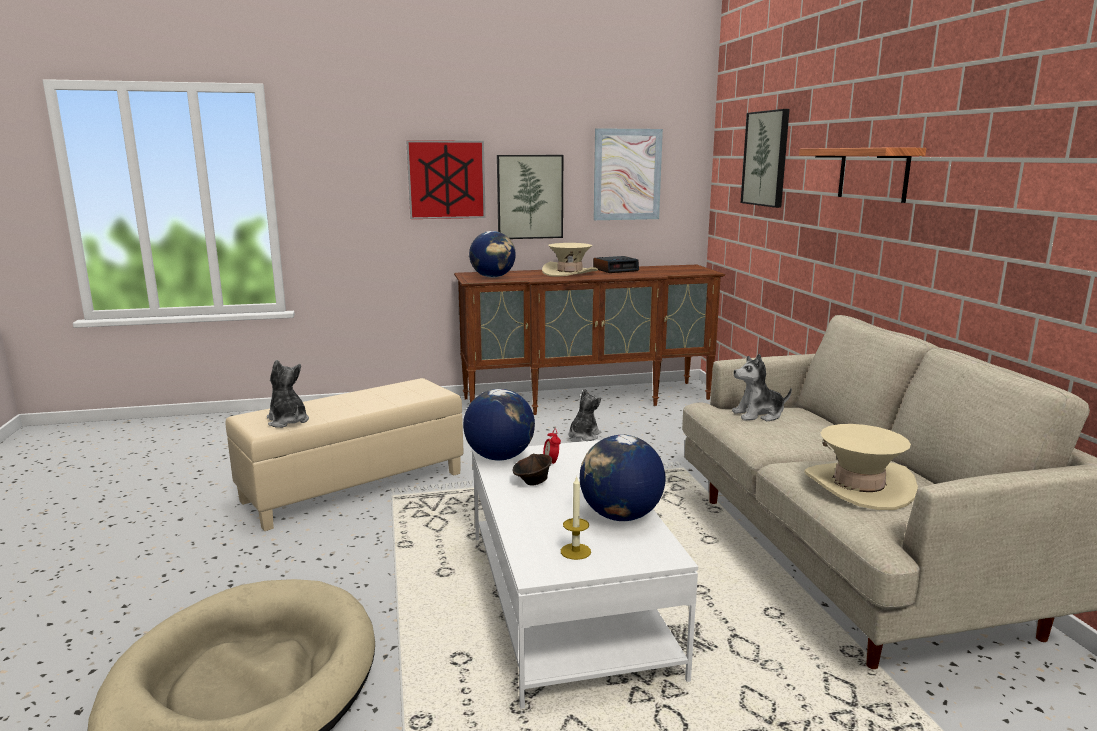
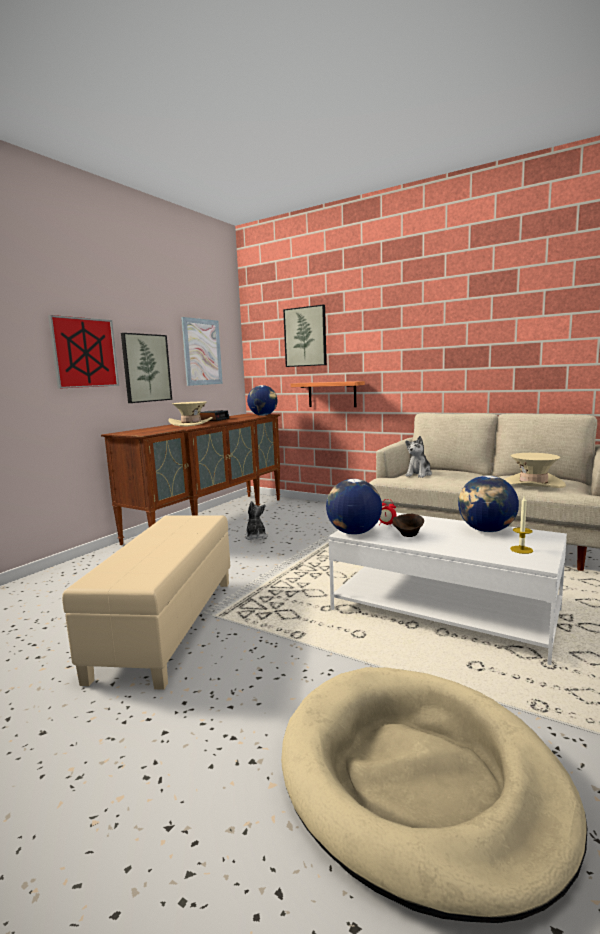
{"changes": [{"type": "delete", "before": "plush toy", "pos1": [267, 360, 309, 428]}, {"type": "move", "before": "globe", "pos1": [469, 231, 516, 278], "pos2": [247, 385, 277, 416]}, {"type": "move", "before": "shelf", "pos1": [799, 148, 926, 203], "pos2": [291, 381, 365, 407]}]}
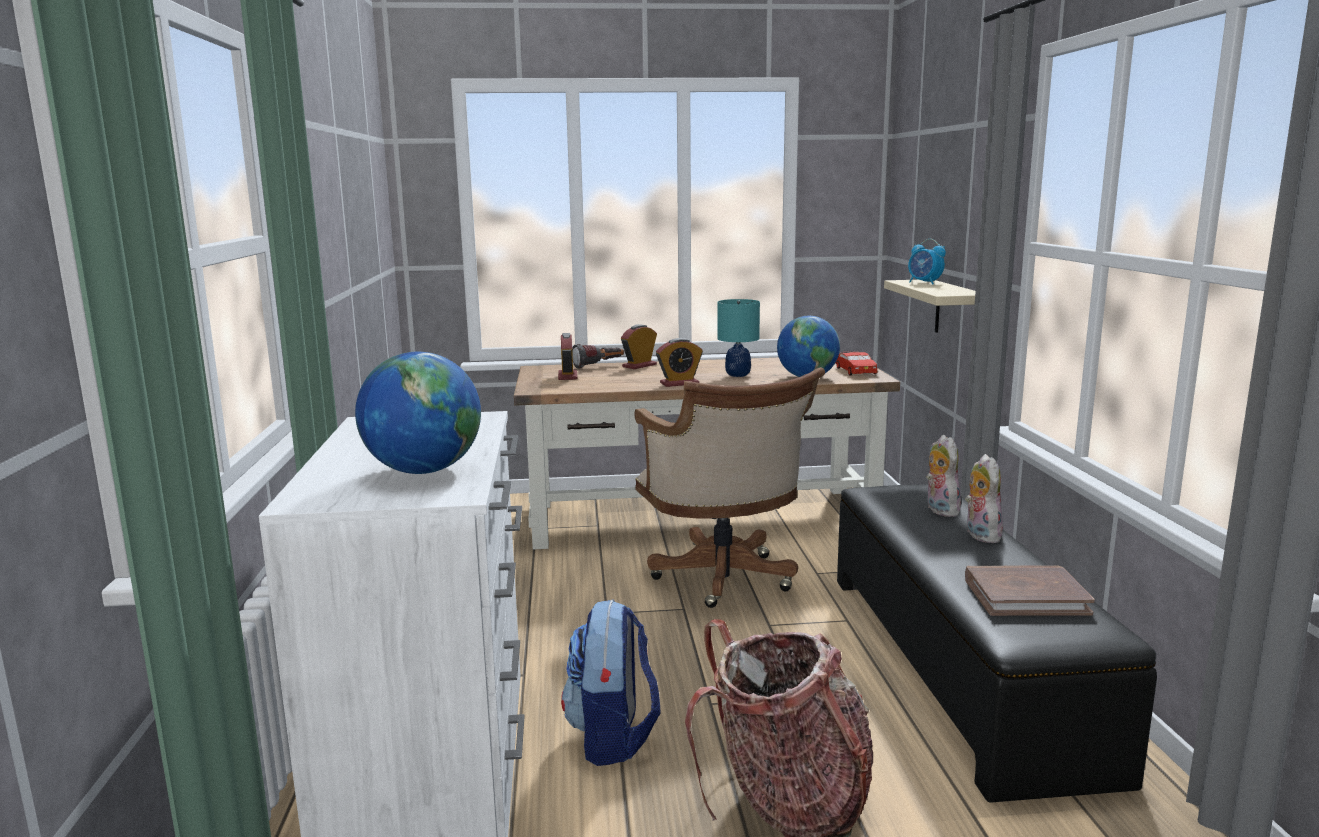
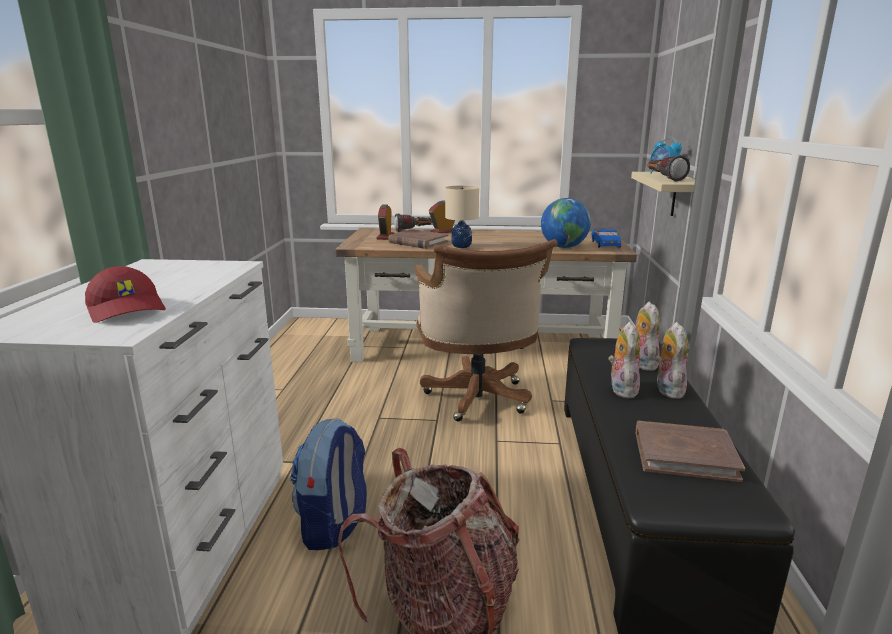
{"changes": [{"type": "replace", "before": "globe", "after": "cap (red)", "pos1": [355, 352, 481, 474], "pos2": [85, 266, 166, 323]}, {"type": "replace", "before": "alarm clock", "after": "table lamp (beige)", "pos1": [656, 338, 703, 387], "pos2": [445, 185, 479, 248]}, {"type": "delete", "before": "table lamp (turquoise)", "pos1": [717, 299, 760, 377]}, {"type": "recolor", "before": "toy car (red)", "after": "toy car (blue)", "pos1": [835, 352, 878, 376], "pos2": [591, 228, 621, 248]}, {"type": "insert", "after": "book (brown)", "pos2": [388, 229, 448, 249]}, {"type": "insert", "after": "plush toy", "pos2": [609, 322, 640, 399]}, {"type": "insert", "after": "flashlight", "pos2": [647, 155, 690, 182]}]}
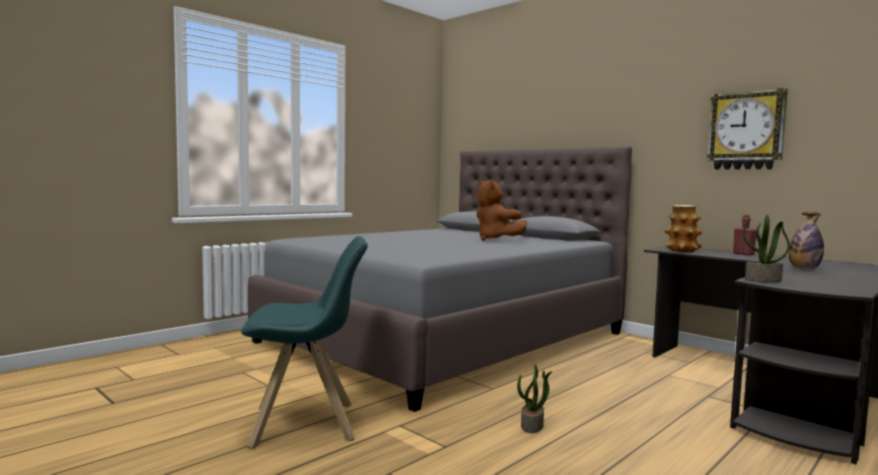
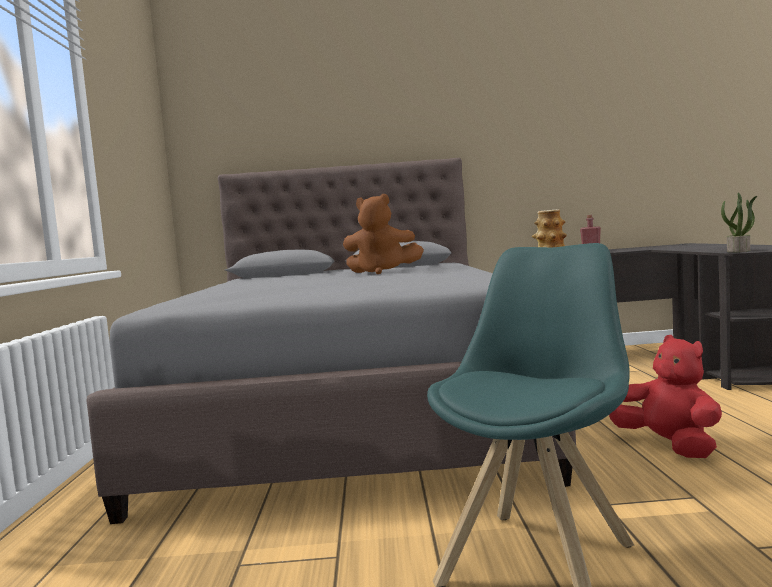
{"changes": [{"type": "replace", "before": "potted plant", "after": "plush toy (red)", "pos1": [517, 365, 553, 433], "pos2": [609, 335, 722, 458]}, {"type": "delete", "before": "wall clock", "pos1": [707, 88, 788, 169]}, {"type": "delete", "before": "bottle", "pos1": [789, 212, 824, 269]}]}
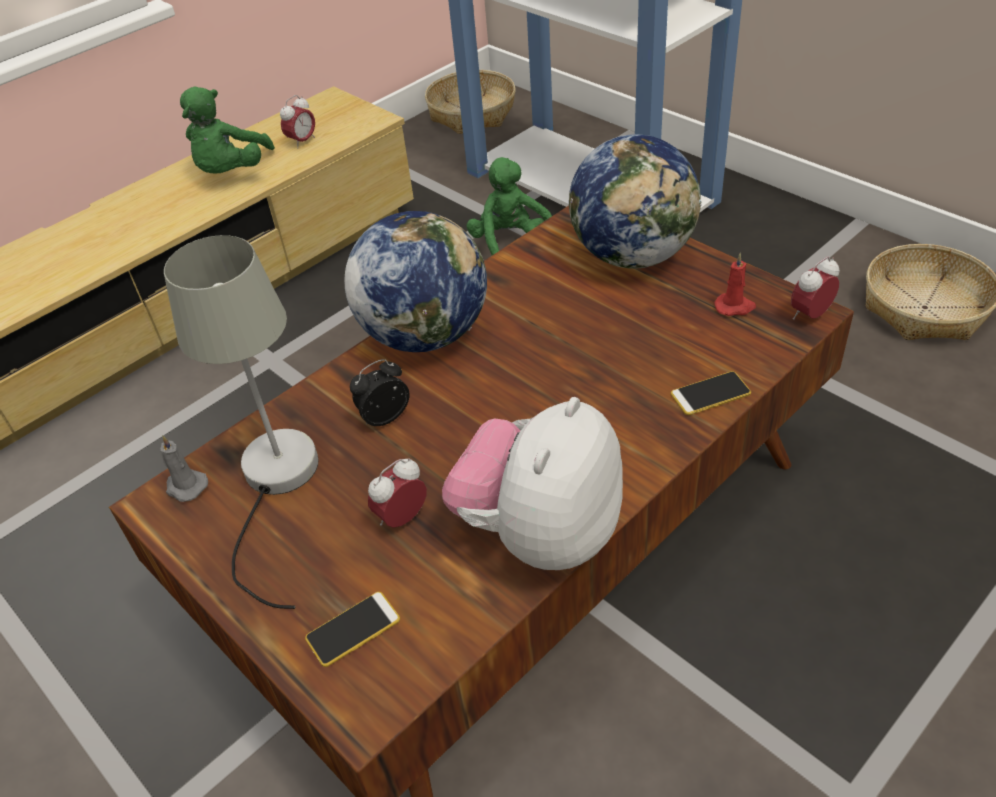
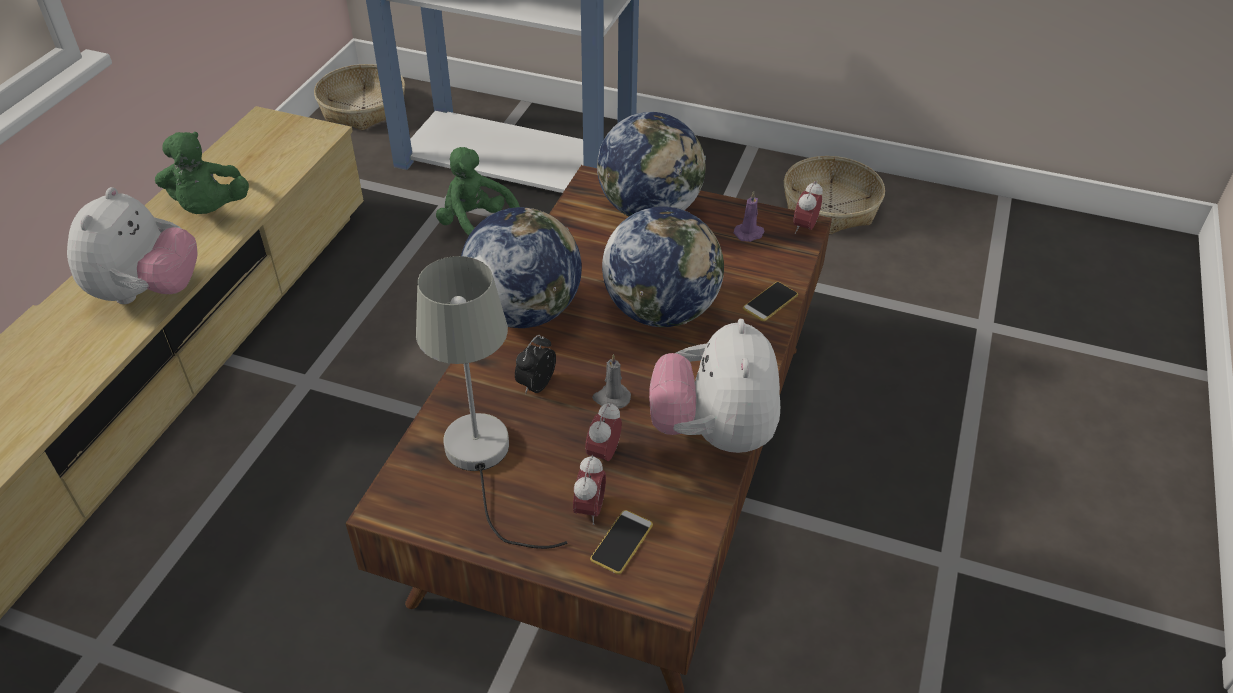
{"changes": [{"type": "move", "before": "candle (grey)", "pos1": [161, 435, 208, 502], "pos2": [592, 354, 631, 409]}, {"type": "move", "before": "alarm clock", "pos1": [280, 95, 315, 148], "pos2": [573, 455, 606, 525]}, {"type": "recolor", "before": "candle (red)", "after": "candle (purple)", "pos1": [714, 252, 756, 316], "pos2": [734, 191, 765, 242]}, {"type": "insert", "after": "plush toy", "pos2": [67, 187, 198, 304]}, {"type": "insert", "after": "globe", "pos2": [602, 207, 724, 327]}]}
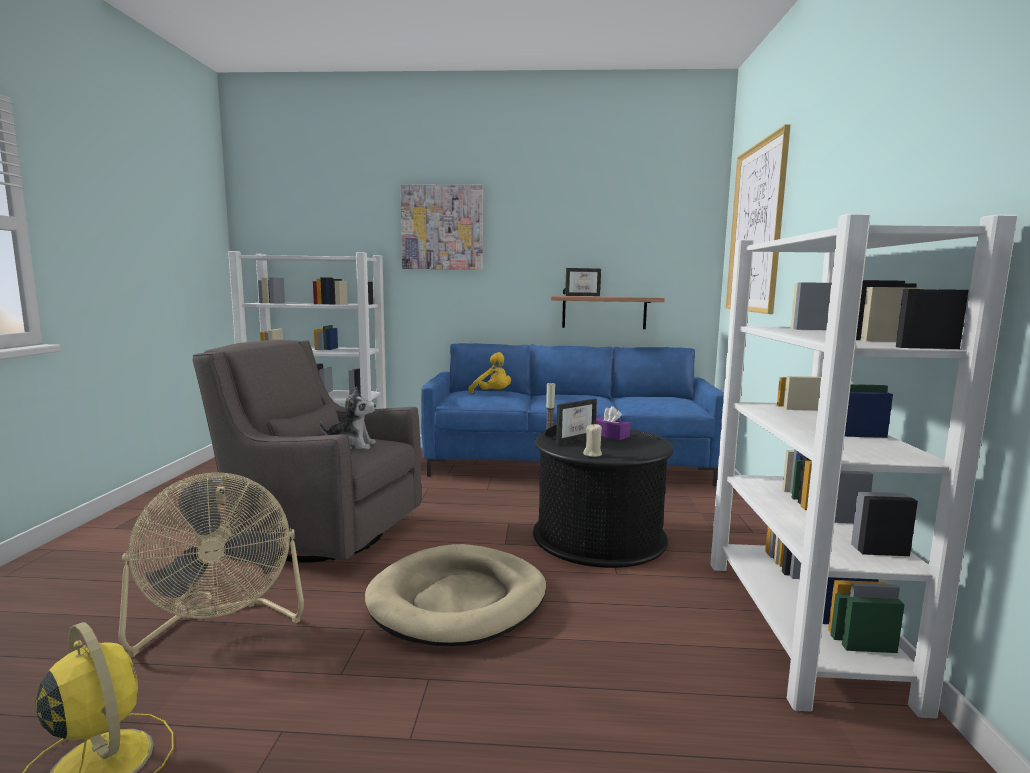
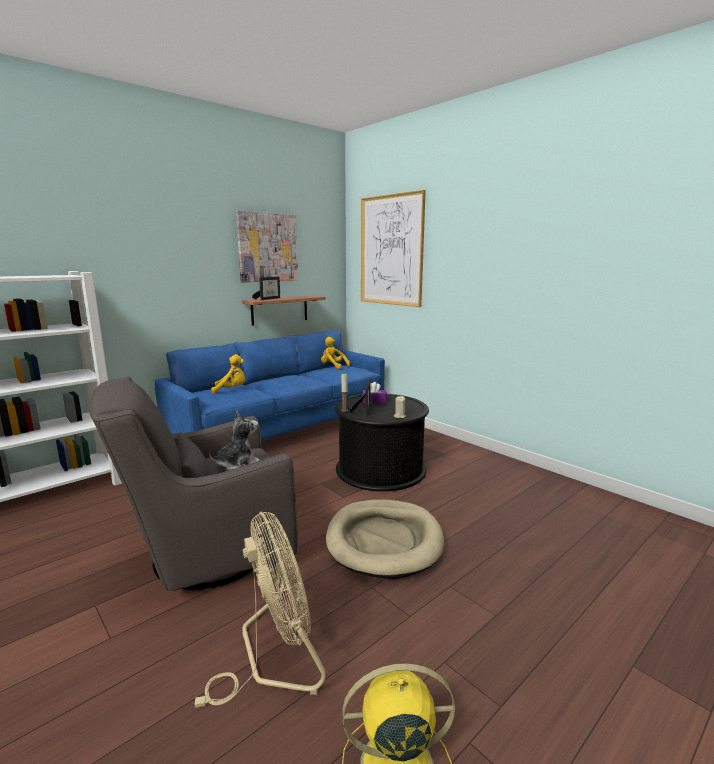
{"changes": [{"type": "rotate", "before": "fan (beige)", "pos1": [118, 473, 304, 657], "pos2": [192, 512, 326, 708], "turn": -45}, {"type": "move", "before": "picture", "pos1": [401, 184, 483, 270], "pos2": [236, 210, 298, 282]}, {"type": "delete", "before": "bookcase (white)", "pos1": [710, 213, 1018, 718]}, {"type": "insert", "after": "plush toy (yellow)", "pos2": [321, 337, 350, 369]}]}
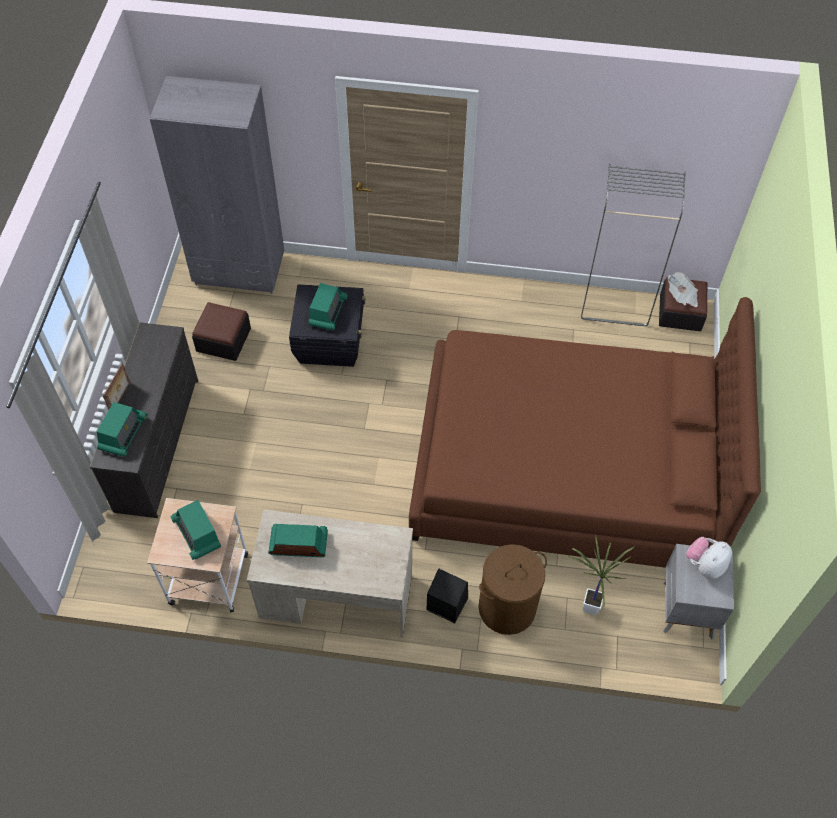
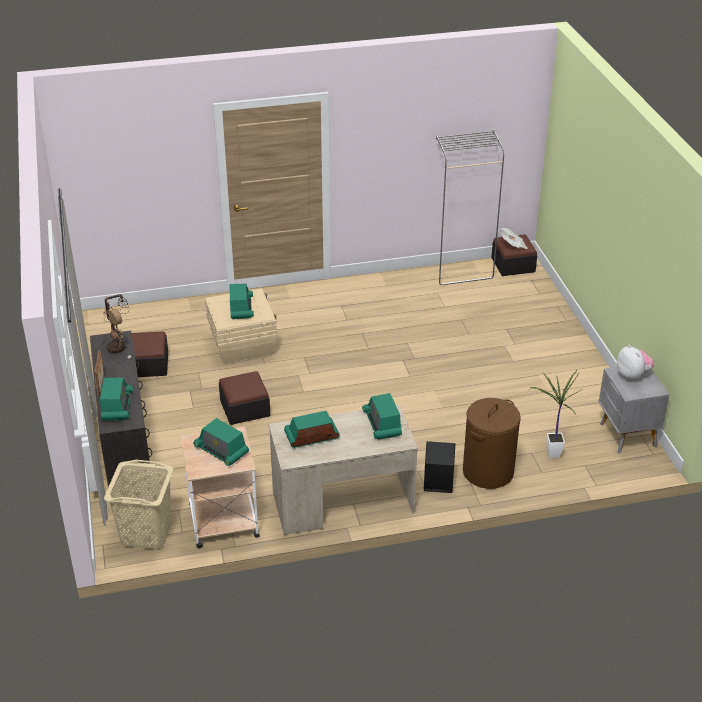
{"changes": [{"type": "delete", "before": "wardrobe (grey)", "pos1": [150, 76, 284, 294]}, {"type": "recolor", "before": "storage box (black)", "after": "storage box (beige)", "pos1": [289, 285, 366, 367], "pos2": [205, 288, 277, 364]}, {"type": "delete", "before": "bed (brown)", "pos1": [409, 297, 761, 568]}, {"type": "rotate", "before": "plush toy", "pos1": [686, 537, 732, 579], "pos2": [617, 345, 654, 380], "turn": 135}, {"type": "insert", "after": "table lamp", "pos2": [94, 294, 132, 364]}, {"type": "insert", "after": "laundry basket (beige)", "pos2": [104, 460, 174, 549]}, {"type": "insert", "after": "ottoman", "pos2": [219, 371, 270, 425]}, {"type": "insert", "after": "radio", "pos2": [362, 393, 402, 440]}]}
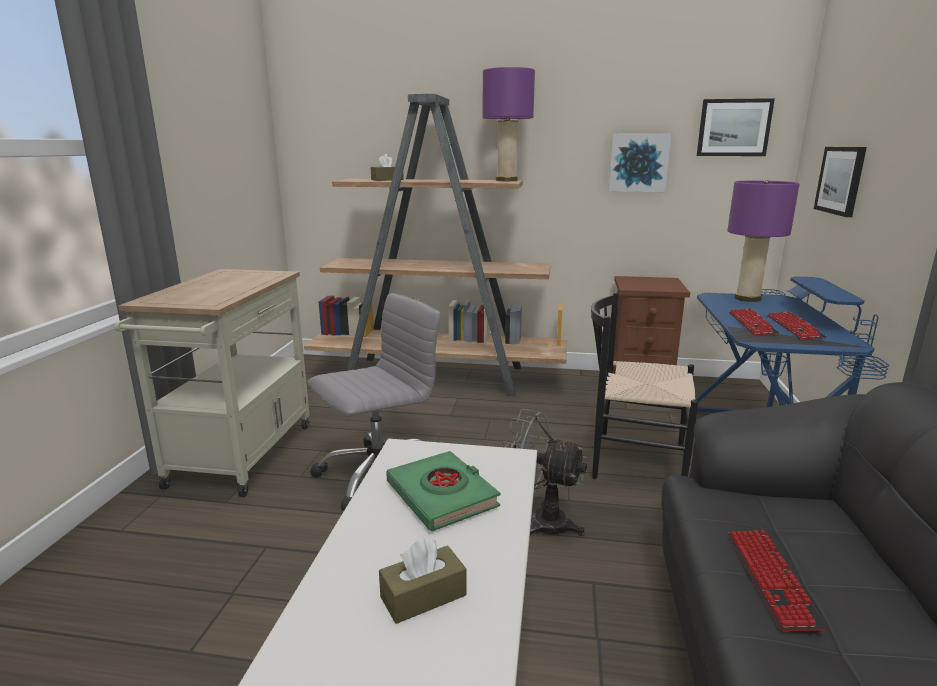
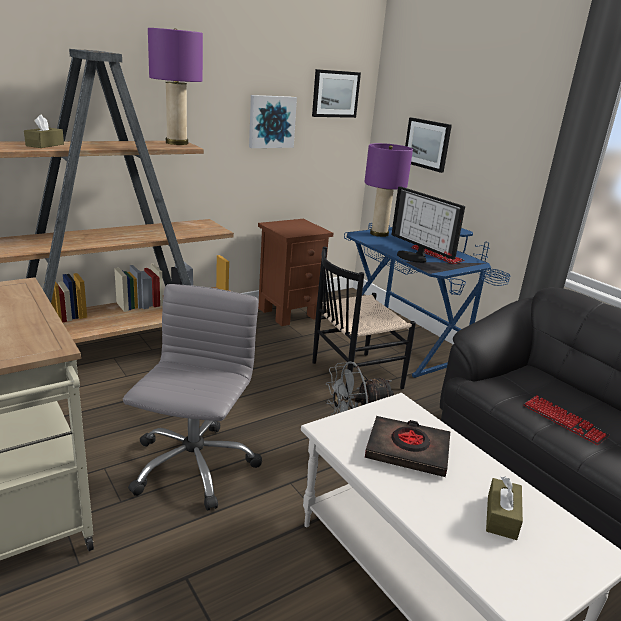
{"changes": [{"type": "recolor", "before": "book (green)", "after": "book (black)", "pos1": [386, 451, 500, 531], "pos2": [365, 416, 450, 477]}, {"type": "replace", "before": "keyboard", "after": "monitor", "pos1": [729, 308, 779, 335], "pos2": [391, 186, 465, 263]}]}
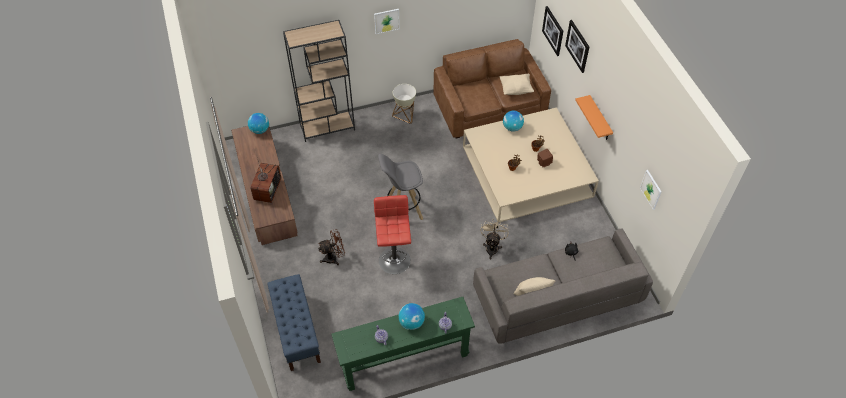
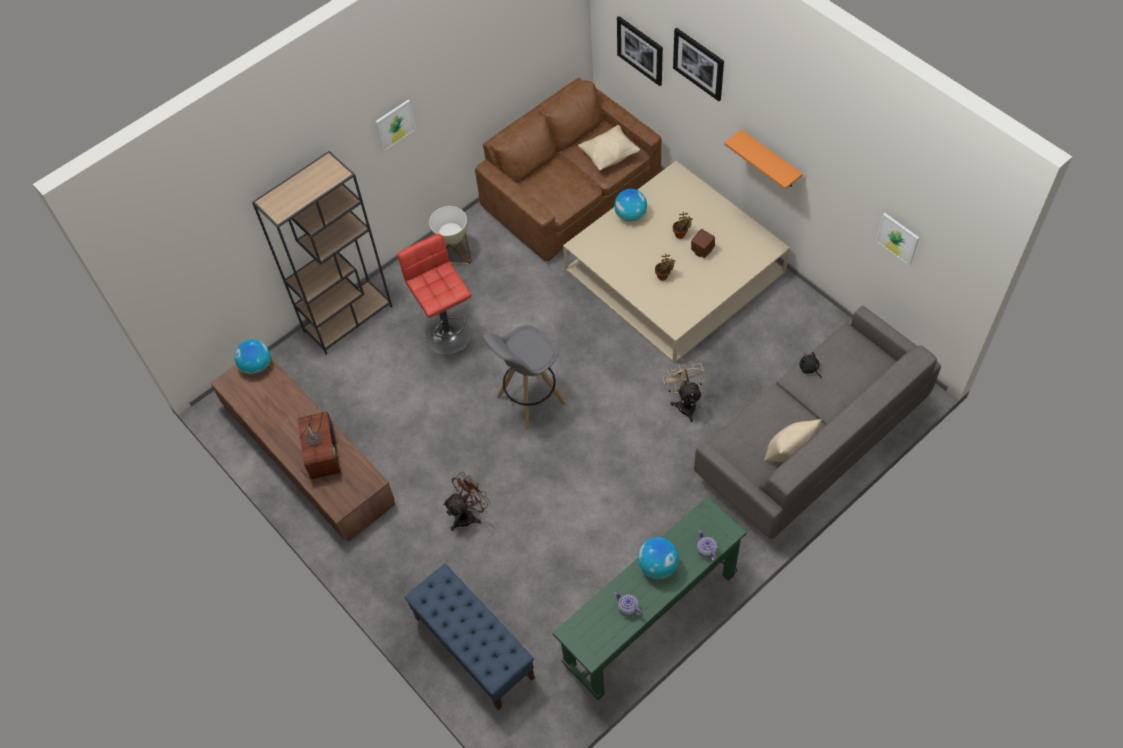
{"changes": [{"type": "move", "before": "stool (red)", "pos1": [374, 195, 411, 274], "pos2": [397, 234, 471, 355]}]}
